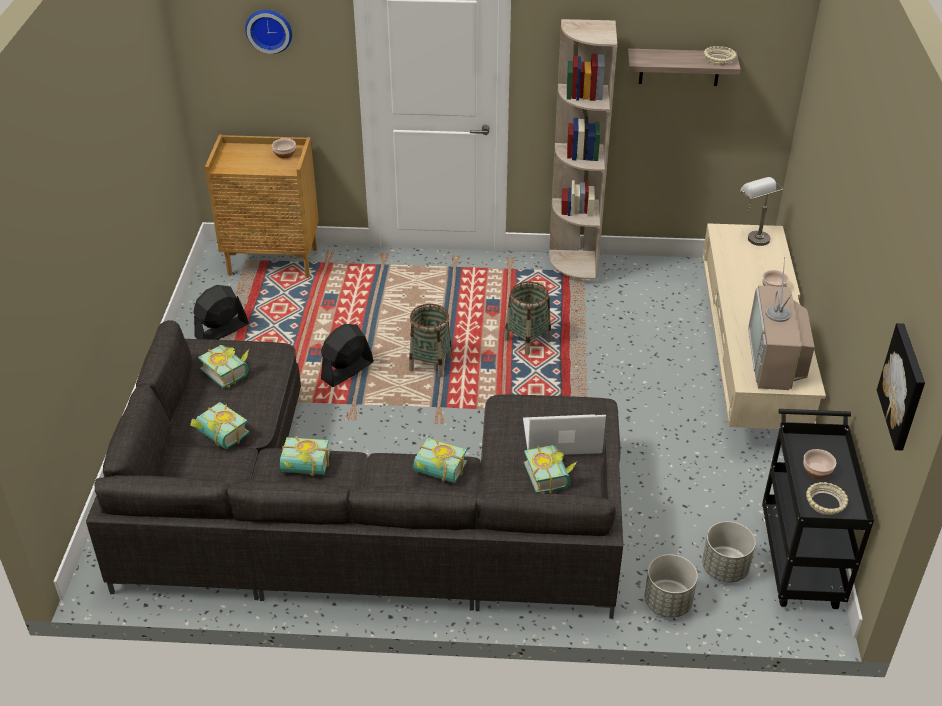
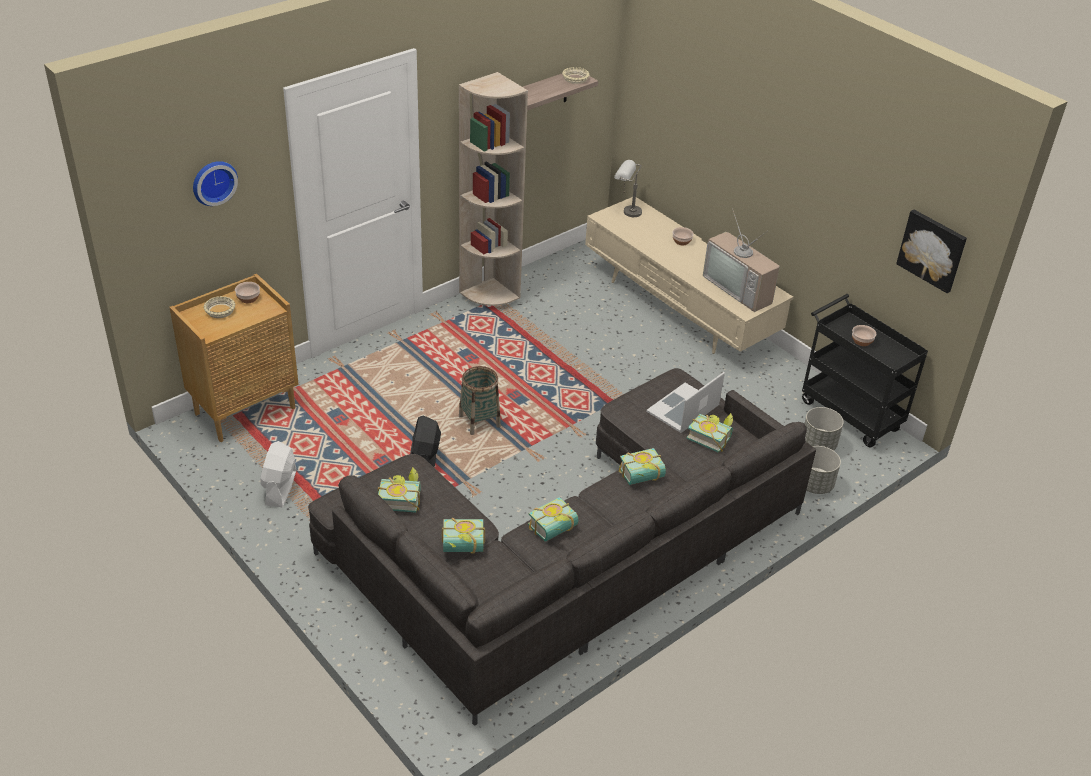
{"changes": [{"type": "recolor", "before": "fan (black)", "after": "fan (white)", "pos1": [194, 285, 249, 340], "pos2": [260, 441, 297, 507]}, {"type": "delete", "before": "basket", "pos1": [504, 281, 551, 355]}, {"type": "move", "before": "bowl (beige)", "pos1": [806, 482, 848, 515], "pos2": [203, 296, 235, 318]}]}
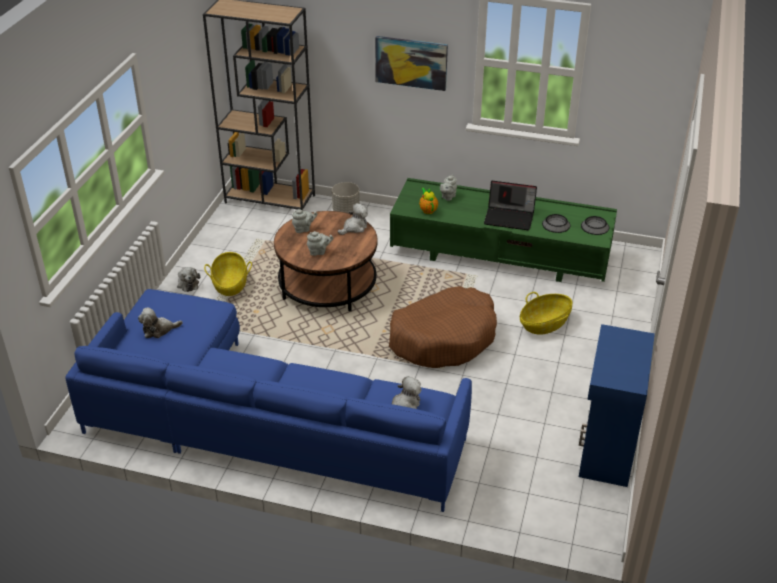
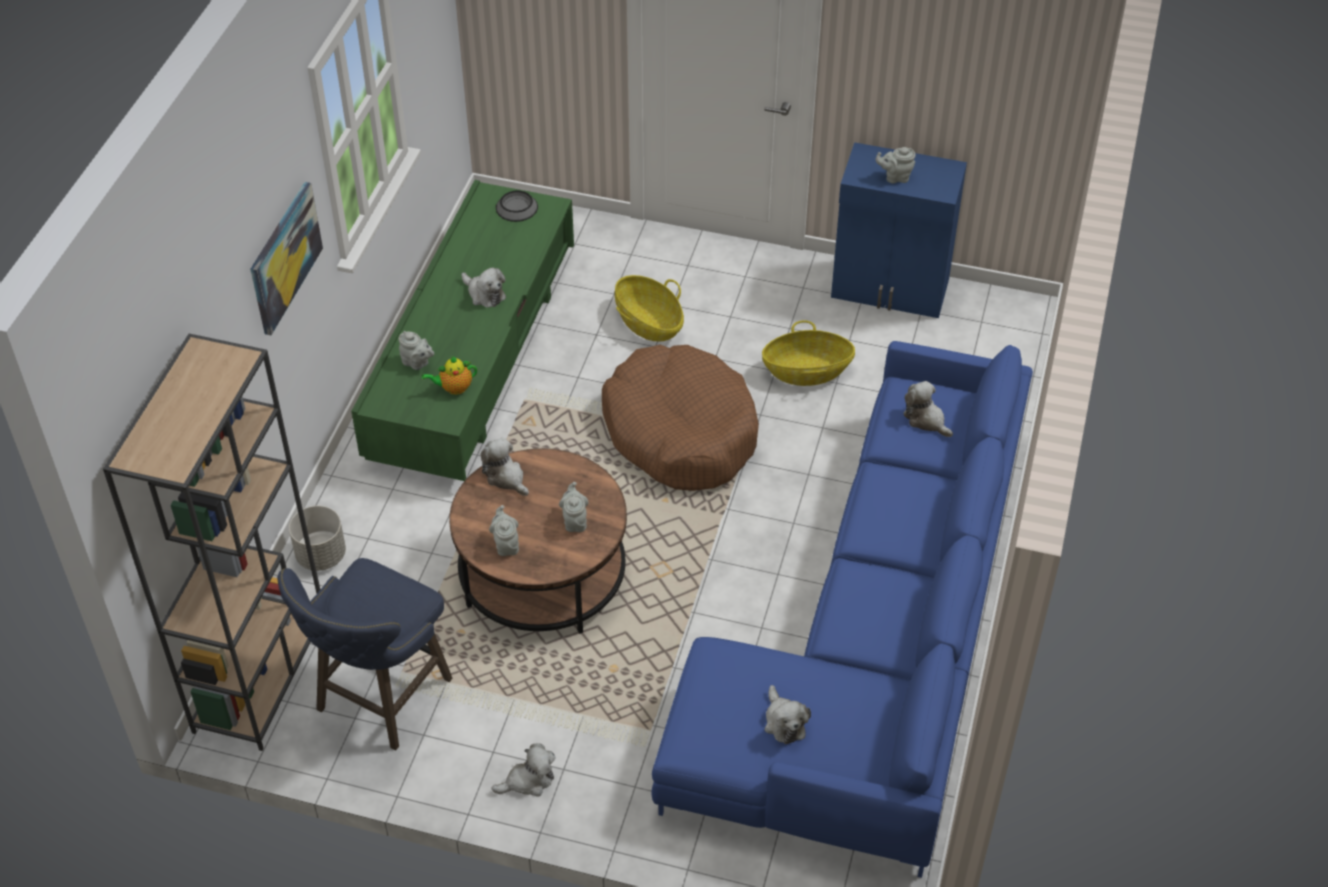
{"changes": [{"type": "move", "before": "basket", "pos1": [204, 252, 252, 296], "pos2": [762, 320, 855, 386]}, {"type": "replace", "before": "laptop", "after": "plush toy", "pos1": [484, 181, 537, 230], "pos2": [461, 268, 506, 308]}, {"type": "delete", "before": "bowl", "pos1": [542, 214, 570, 233]}, {"type": "insert", "after": "stool (blue)", "pos2": [278, 558, 453, 751]}, {"type": "insert", "after": "teapot (grey)", "pos2": [876, 147, 915, 183]}]}
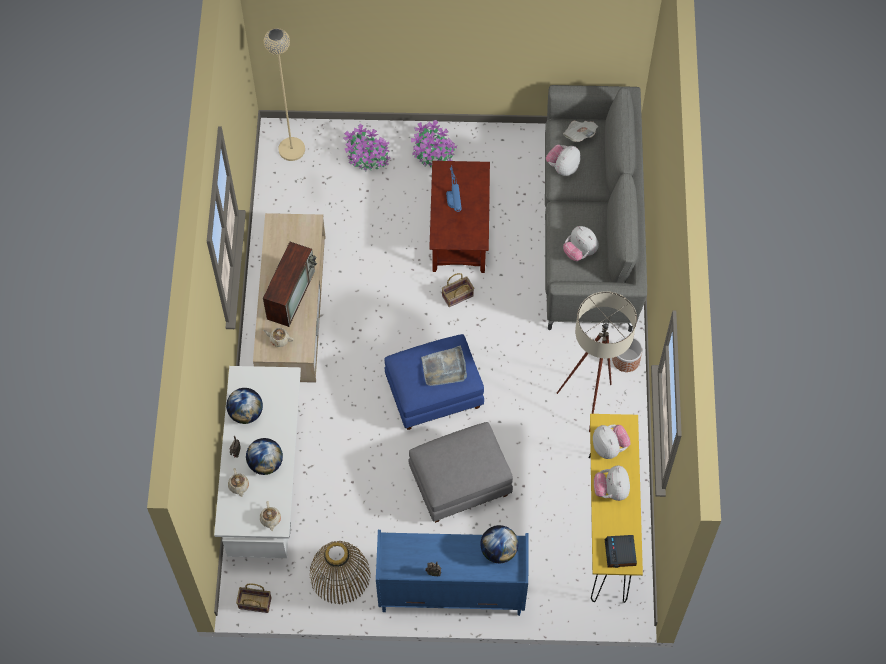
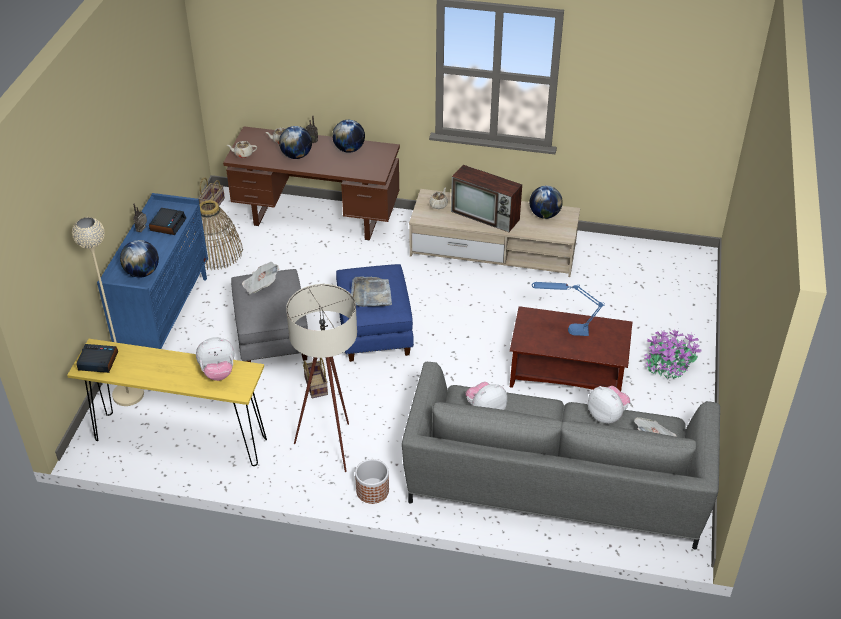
{"changes": [{"type": "recolor", "before": "desk (white)", "after": "desk (brown)", "pos1": [214, 366, 301, 558], "pos2": [223, 126, 400, 240]}, {"type": "move", "before": "floor lamp (beige)", "pos1": [264, 28, 305, 161], "pos2": [72, 217, 144, 406]}, {"type": "delete", "before": "potted plant", "pos1": [343, 124, 391, 172]}, {"type": "move", "before": "basket", "pos1": [442, 273, 474, 307], "pos2": [303, 358, 328, 398]}, {"type": "delete", "before": "plush toy", "pos1": [594, 465, 630, 501]}, {"type": "insert", "after": "alarm clock", "pos2": [149, 208, 186, 235]}, {"type": "insert", "after": "newspaper", "pos2": [242, 262, 279, 295]}, {"type": "insert", "after": "globe", "pos2": [529, 186, 563, 219]}]}
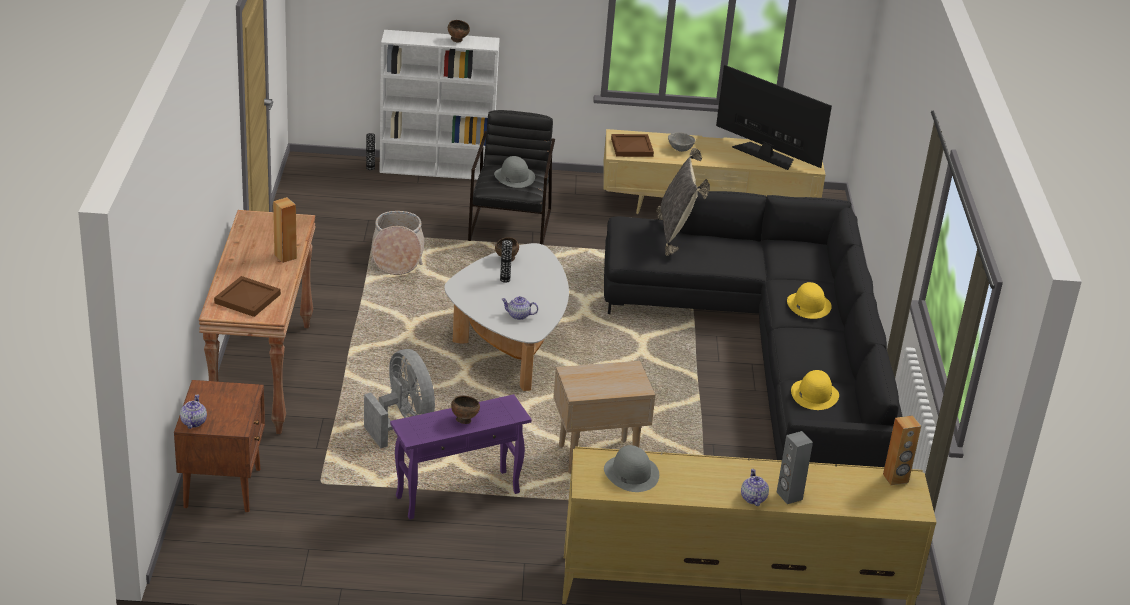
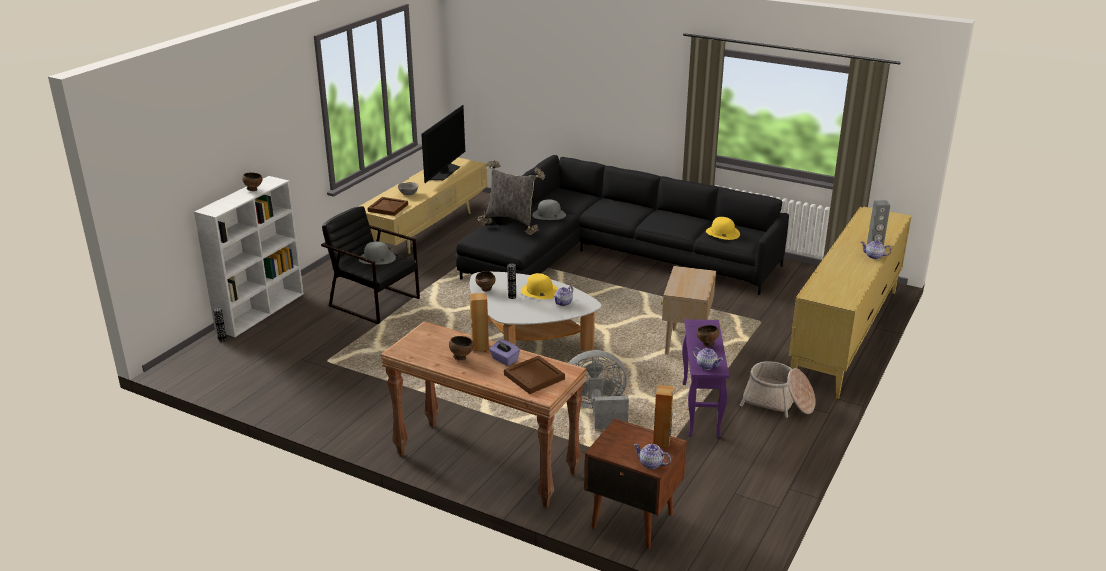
{"changes": [{"type": "move", "before": "basket", "pos1": [371, 211, 425, 275], "pos2": [740, 361, 816, 418]}, {"type": "move", "before": "hat (grey)", "pos1": [604, 445, 659, 492], "pos2": [532, 199, 566, 220]}, {"type": "rotate", "before": "television", "pos1": [716, 65, 832, 170], "pos2": [421, 105, 465, 183], "turn": 135}, {"type": "move", "before": "hat (yellow)", "pos1": [787, 282, 832, 319], "pos2": [521, 273, 558, 299]}, {"type": "move", "before": "speaker (brown)", "pos1": [883, 415, 921, 485], "pos2": [653, 385, 674, 448]}, {"type": "insert", "after": "bowl (brown)", "pos2": [449, 336, 474, 361]}, {"type": "insert", "after": "tissue box (purple)", "pos2": [489, 339, 520, 366]}, {"type": "insert", "after": "teapot", "pos2": [693, 347, 723, 370]}]}
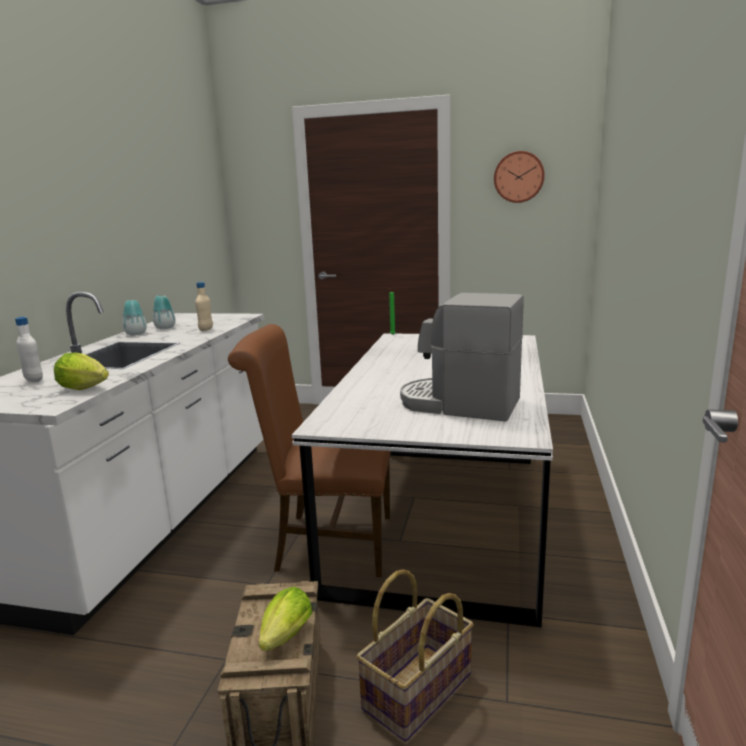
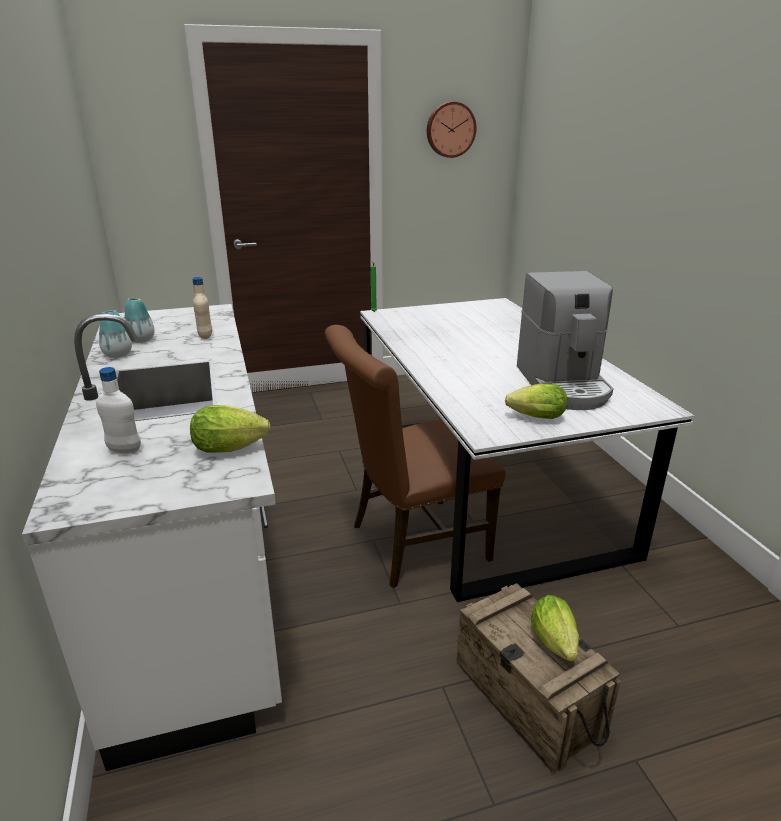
{"changes": [{"type": "delete", "before": "basket", "pos1": [356, 570, 474, 742]}, {"type": "rotate", "before": "coffee machine", "pos1": [400, 293, 524, 421], "pos2": [517, 271, 613, 410], "turn": -90}, {"type": "insert", "after": "lettuce", "pos2": [505, 384, 567, 419]}]}
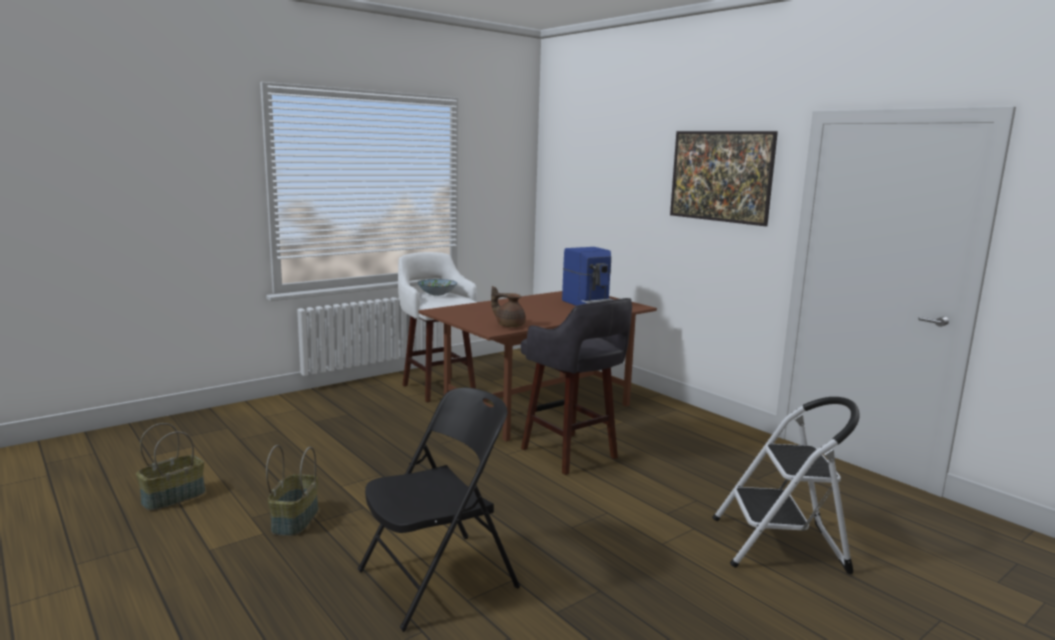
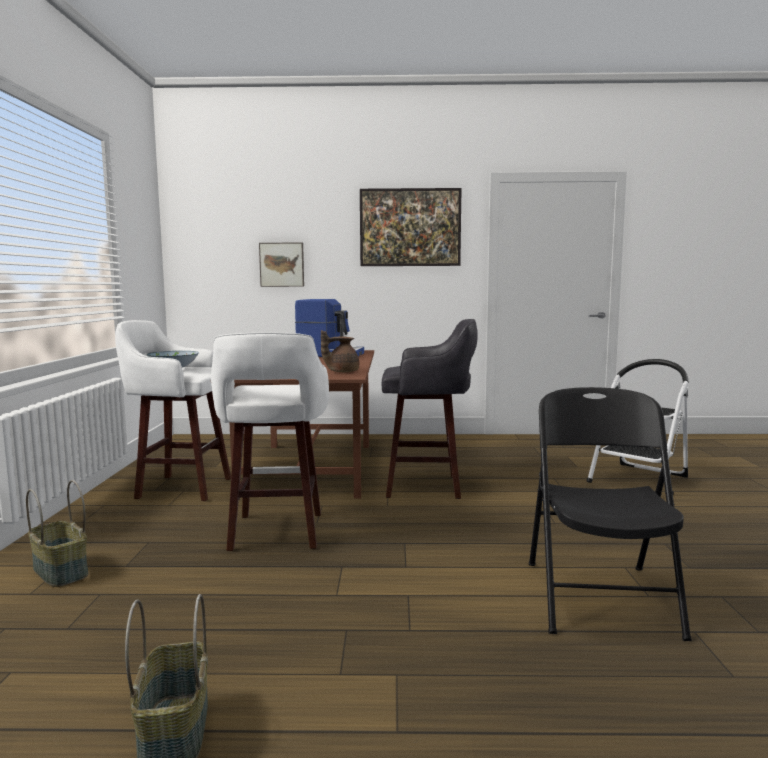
{"changes": [{"type": "move", "before": "basket", "pos1": [266, 445, 318, 536], "pos2": [26, 480, 88, 587]}, {"type": "insert", "after": "stool (white)", "pos2": [211, 332, 329, 551]}, {"type": "insert", "after": "picture", "pos2": [259, 243, 304, 287]}]}
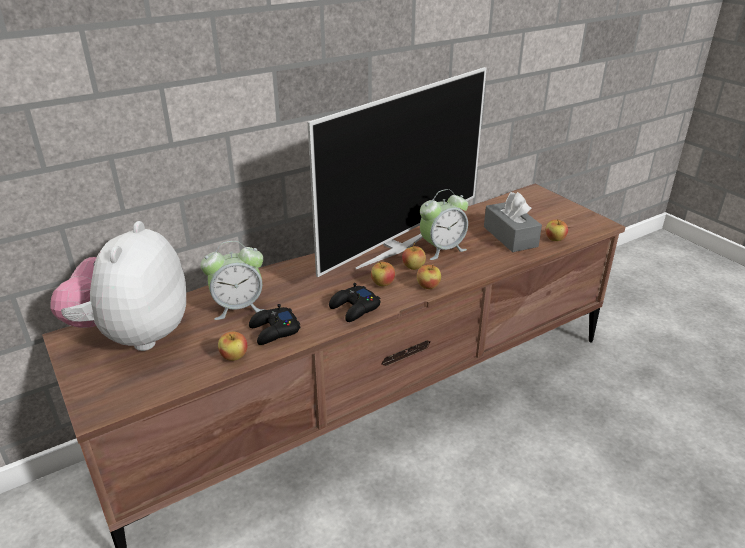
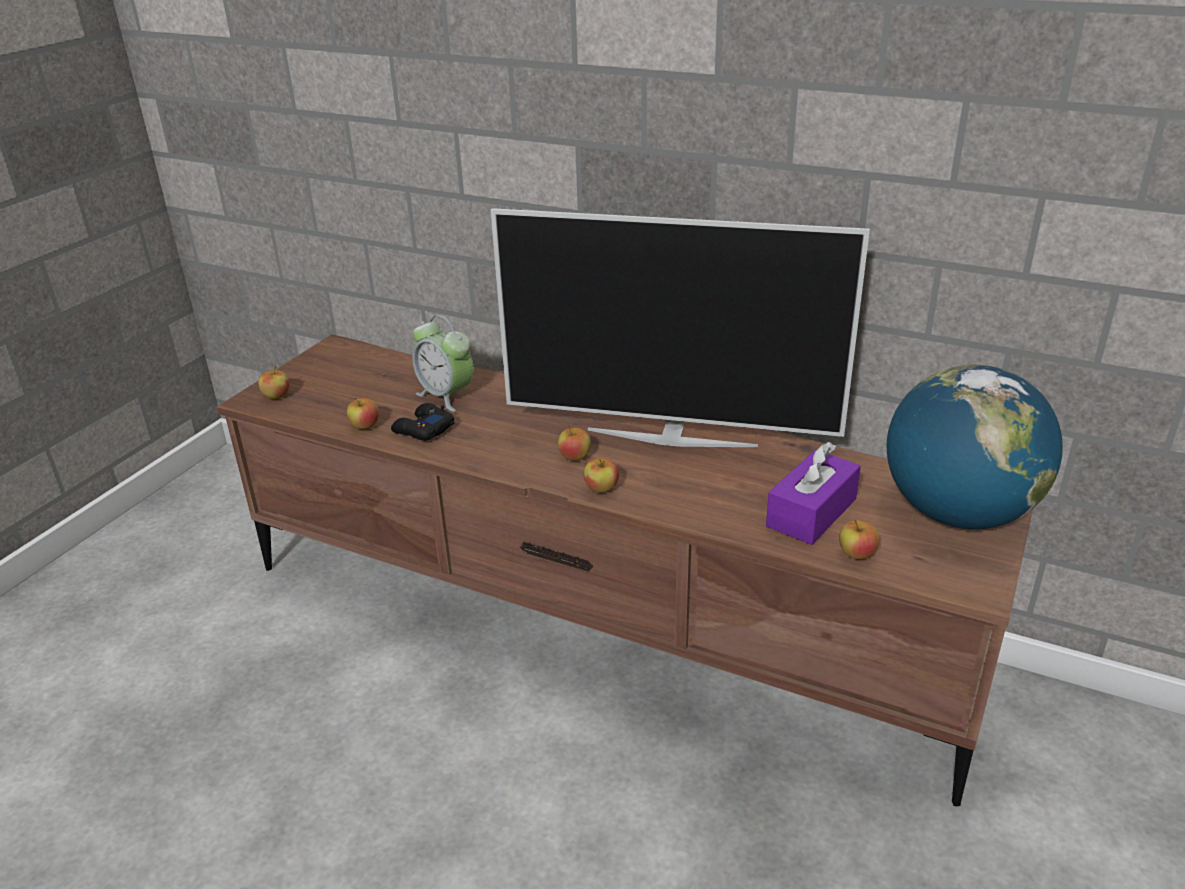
{"changes": [{"type": "delete", "before": "plush toy", "pos1": [50, 221, 186, 351]}, {"type": "delete", "before": "game controller (black)", "pos1": [329, 283, 381, 322]}, {"type": "move", "before": "apple", "pos1": [402, 243, 426, 270], "pos2": [258, 365, 289, 399]}, {"type": "delete", "before": "alarm clock", "pos1": [420, 189, 468, 260]}, {"type": "recolor", "before": "tissue box (grey)", "after": "tissue box (purple)", "pos1": [484, 192, 542, 252], "pos2": [766, 442, 861, 545]}, {"type": "insert", "after": "globe", "pos2": [887, 365, 1063, 529]}]}
